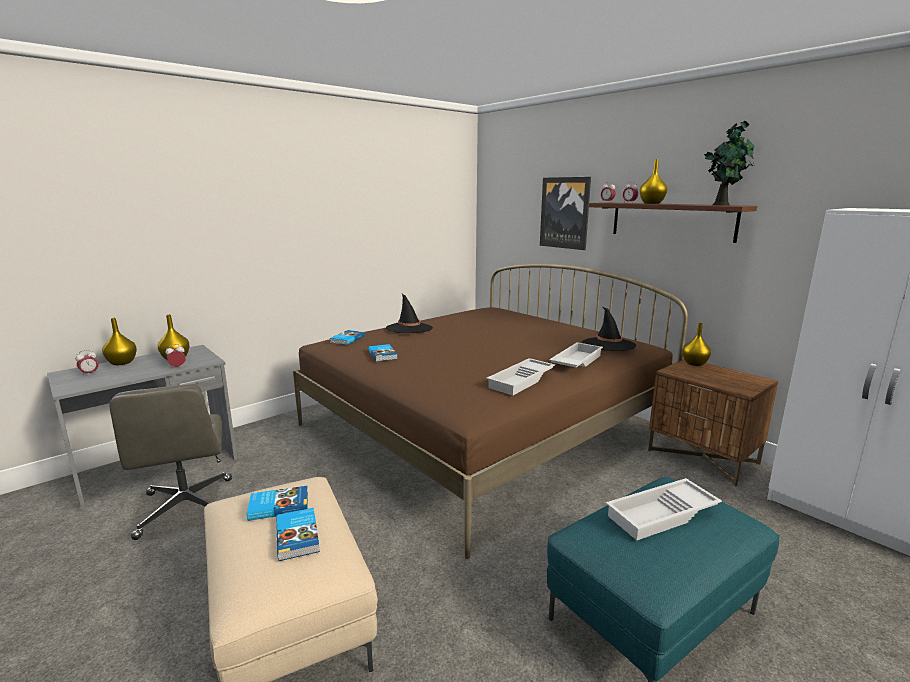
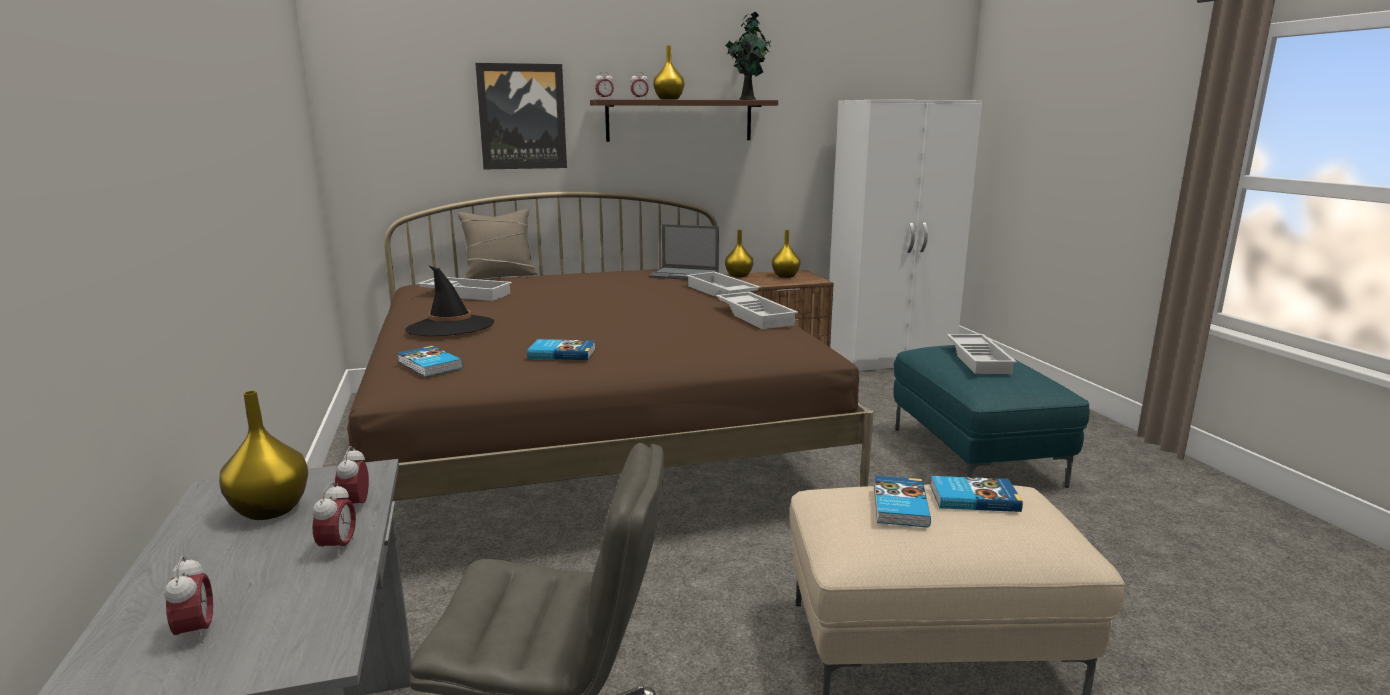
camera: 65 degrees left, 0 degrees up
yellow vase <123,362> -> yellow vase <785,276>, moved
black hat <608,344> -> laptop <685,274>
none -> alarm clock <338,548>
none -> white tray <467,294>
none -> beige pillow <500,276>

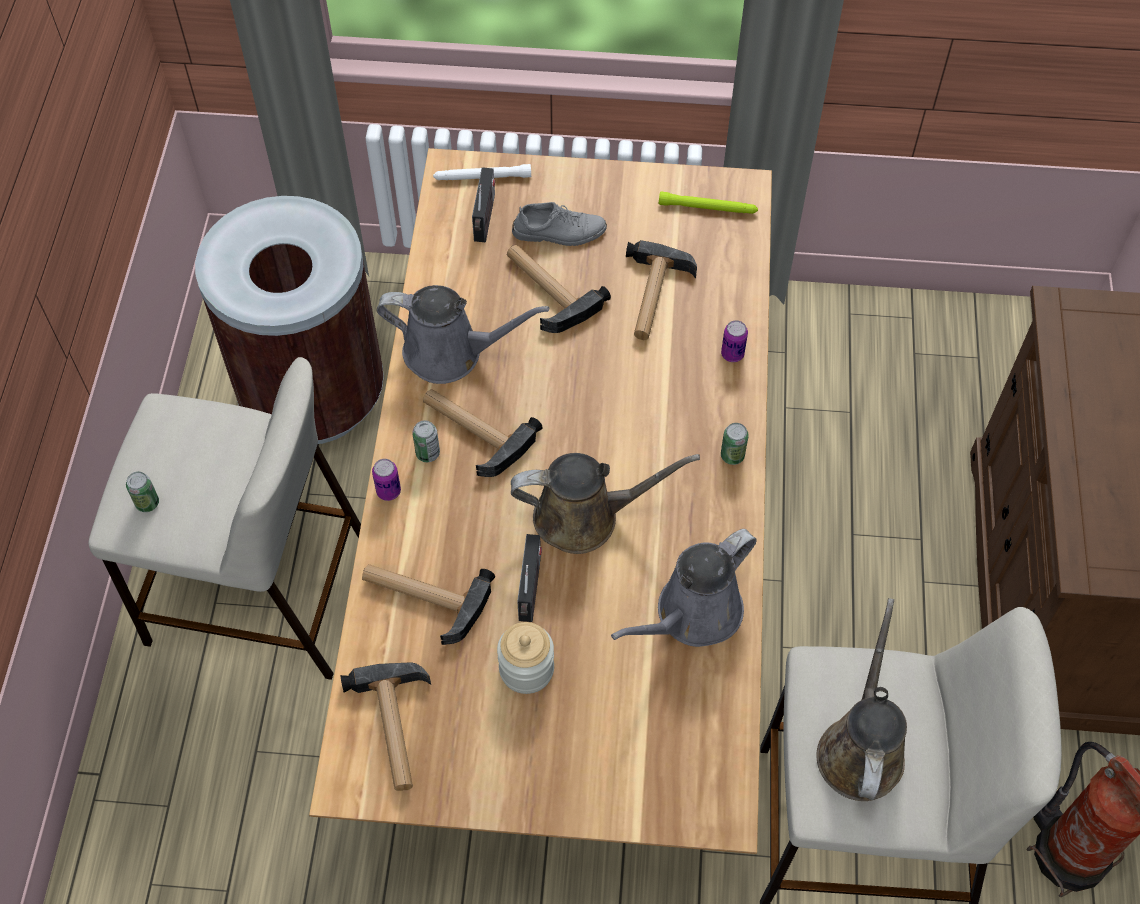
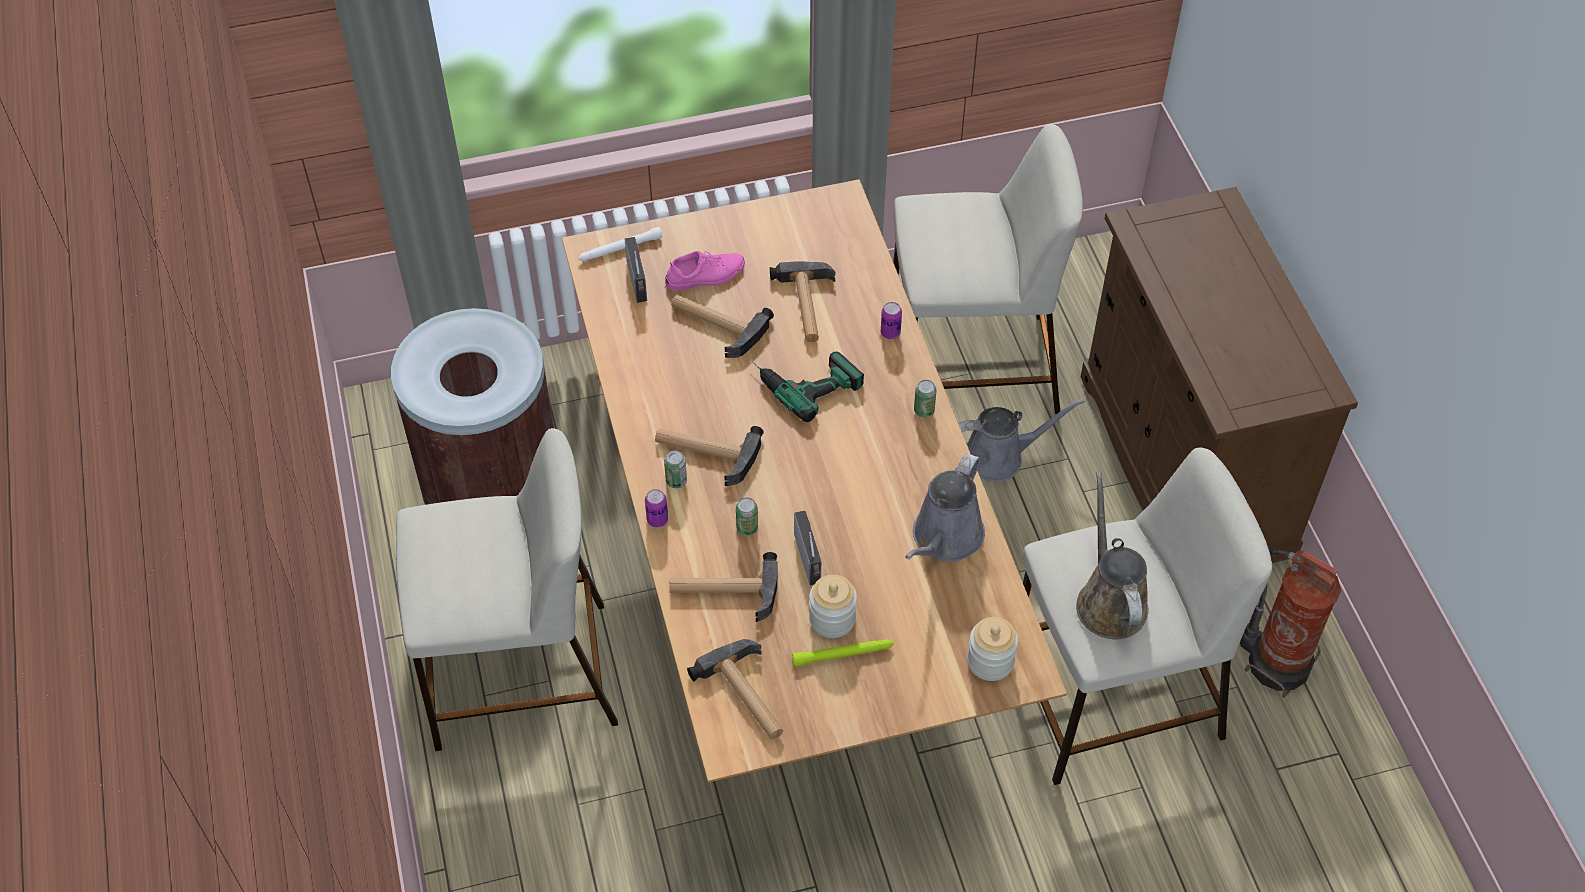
camera: 20 degrees left, 5 degrees down
can <147,503> -> can <747,528>, moved
grey watering can <451,353> -> grey watering can <999,457>, moved
brown watering can <585,517> -> none
grey shoe <559,232> -> pink shoe <705,276>
green flashlight <708,208> -> green flashlight <843,654>, moved
none -> power drill <803,378>
none -> beige stool <969,368>
none -> jar <990,661>

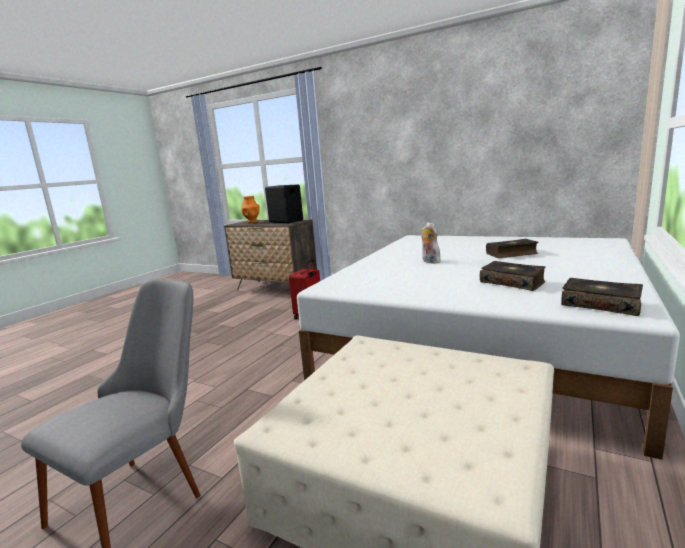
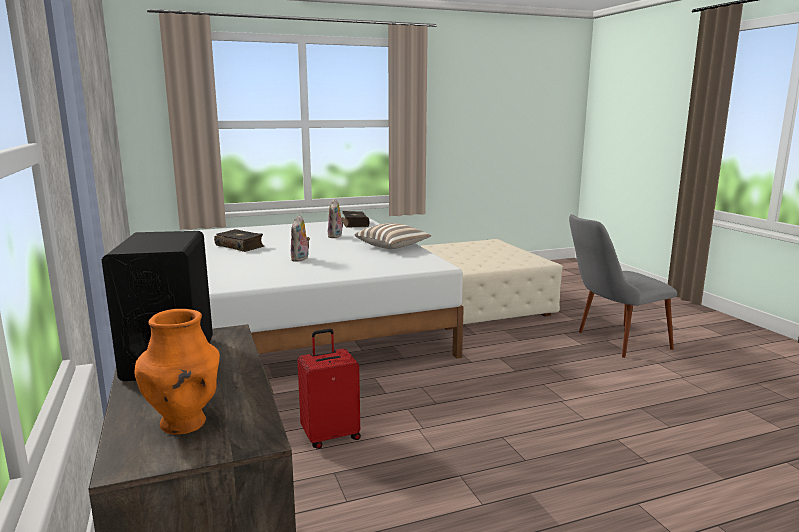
camera: 140 degrees left, 0 degrees up
book <512,282> -> plush toy <336,236>
none -> pillow <393,246>

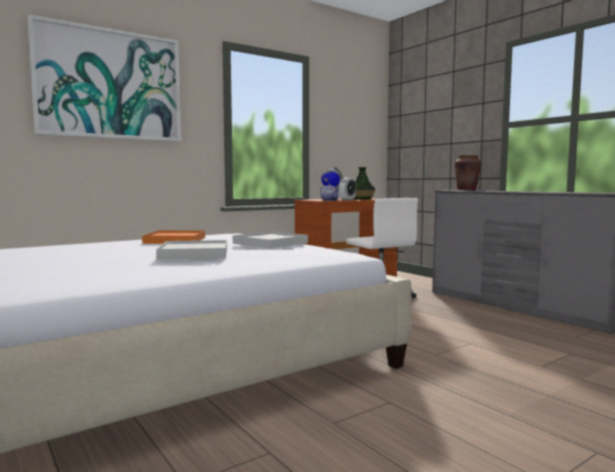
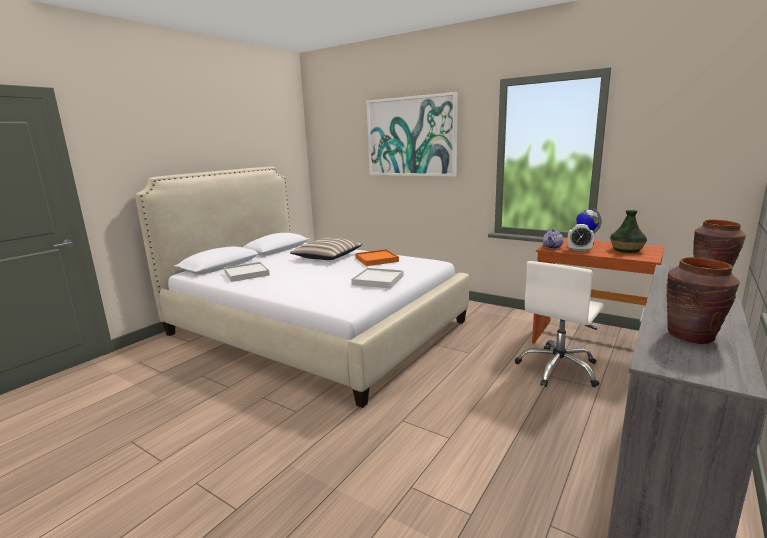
camera: 70 degrees right, 10 degrees up
white tray <194,254> -> white tray <247,274>, moved
none -> pillow <327,256>
none -> brown vase <691,336>

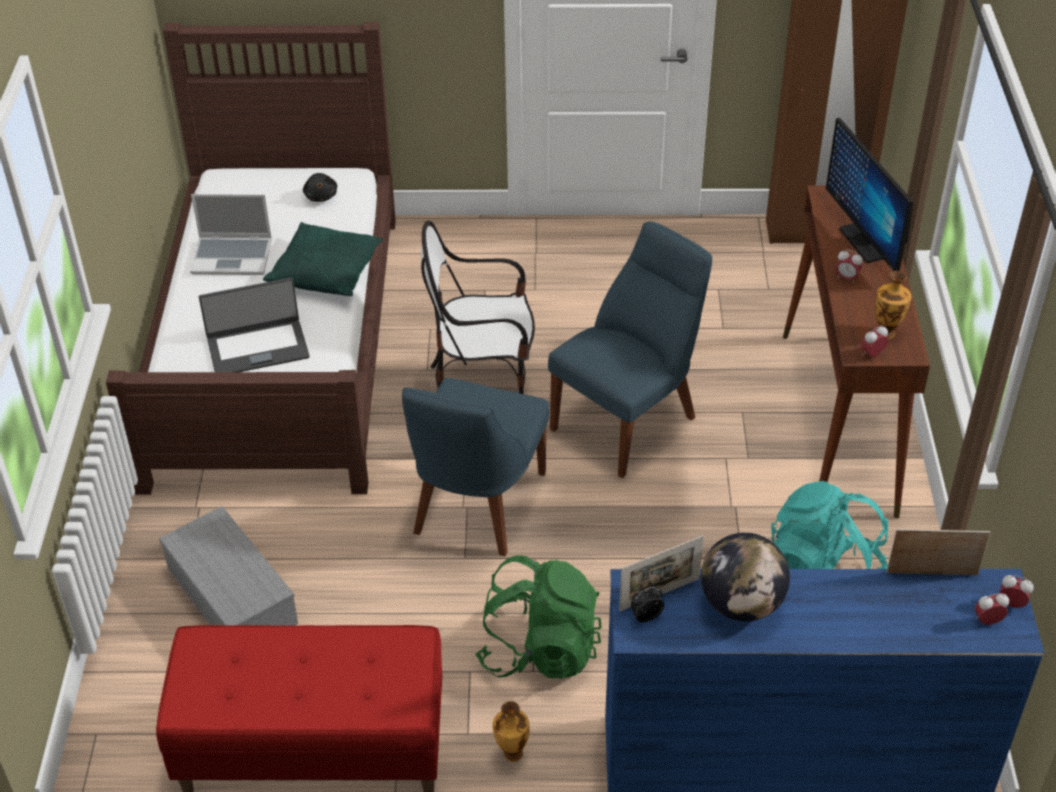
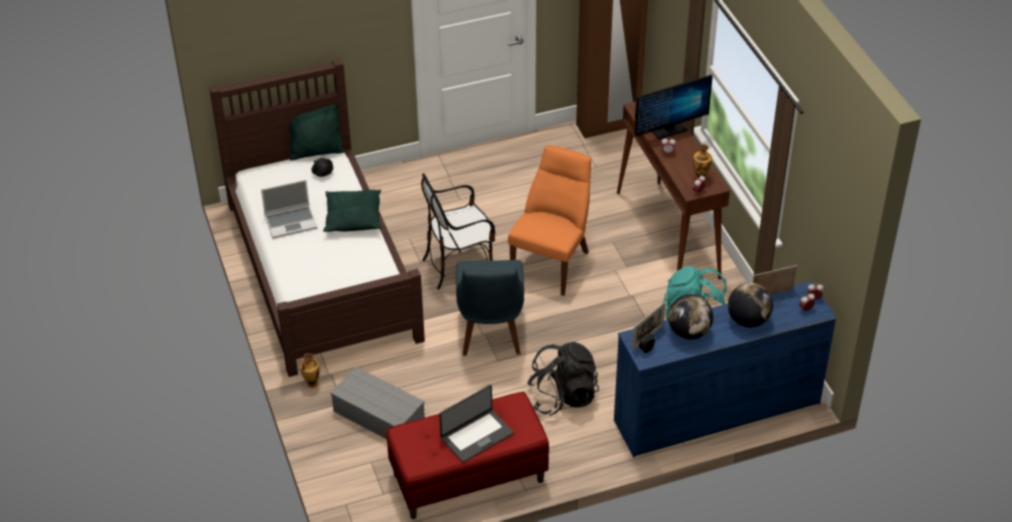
camera: 20 degrees left, 0 degrees up
laptop <257,348> -> laptop <476,435>, moved
green backpack <539,649> -> black backpack <563,396>
vase <511,753> -> vase <312,384>, moved
blue chair <629,420> -> orange chair <552,263>
monitor <866,242> -> monitor <669,130>, 75 degrees counterclockwise
none -> green pillow <316,152>
none -> globe <748,320>

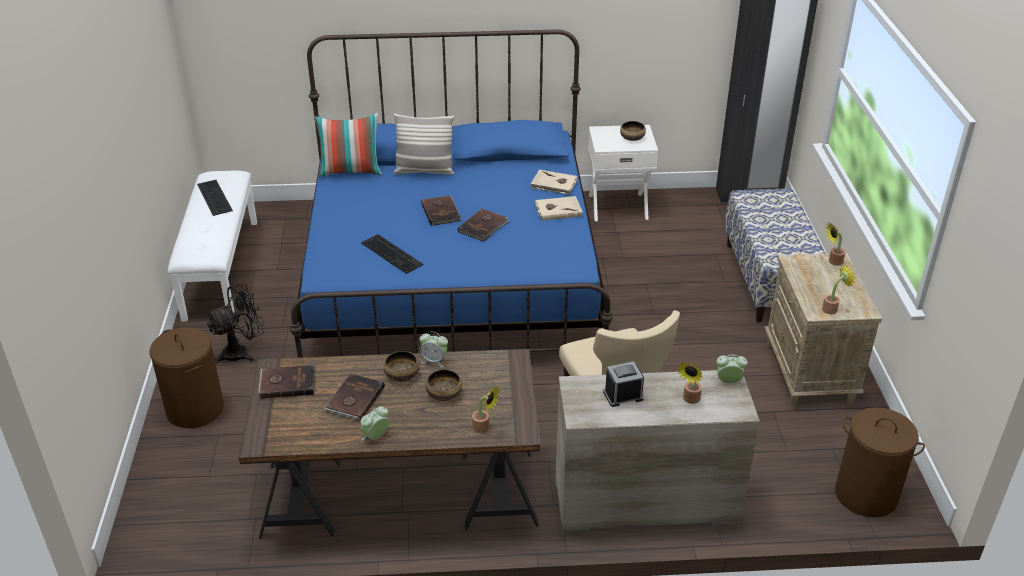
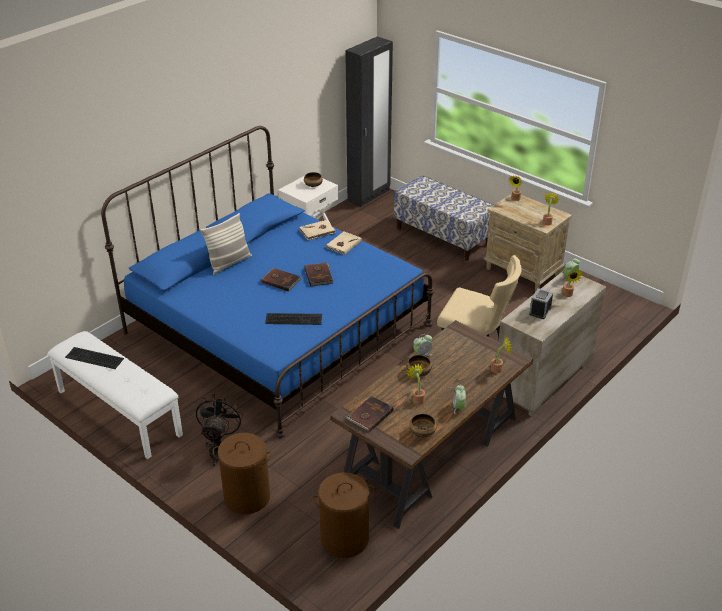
camera: 45 degrees left, 0 degrees up
pillow <350,171> -> none
brown book <354,399> -> potted plant <417,399>
bowl <444,393> -> bowl <422,431>, moved
brown laundry basket <865,494> -> brown laundry basket <344,539>, moved

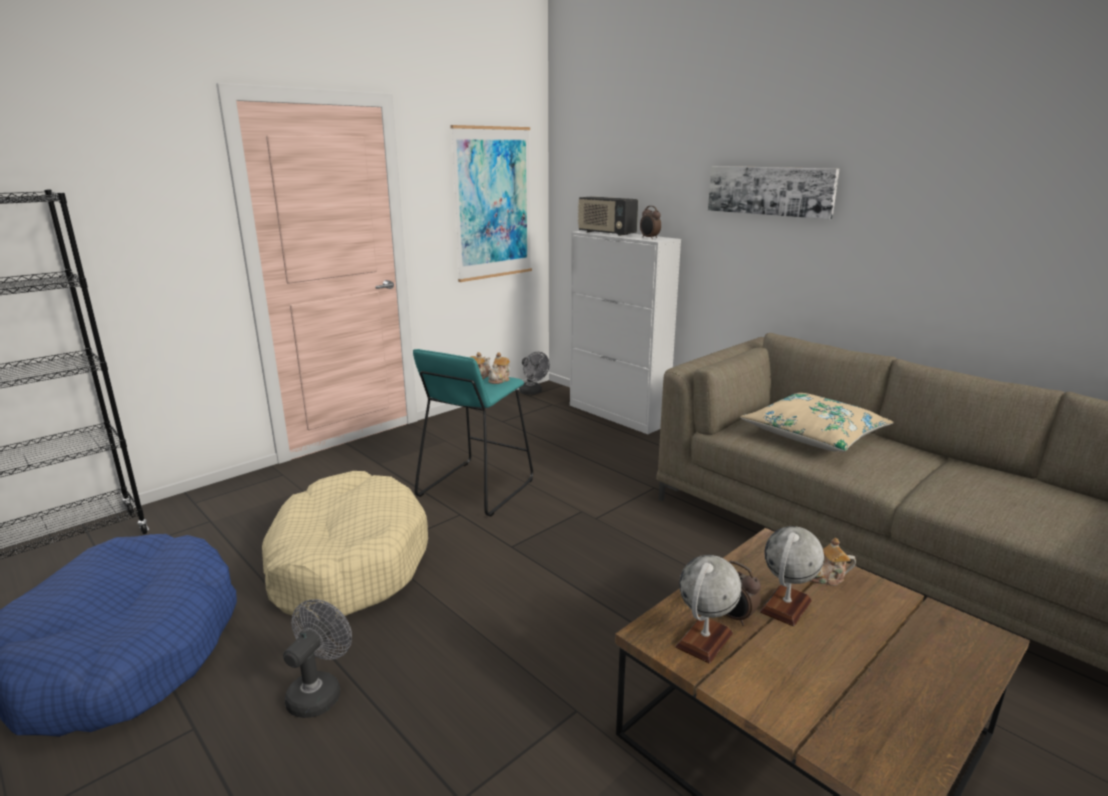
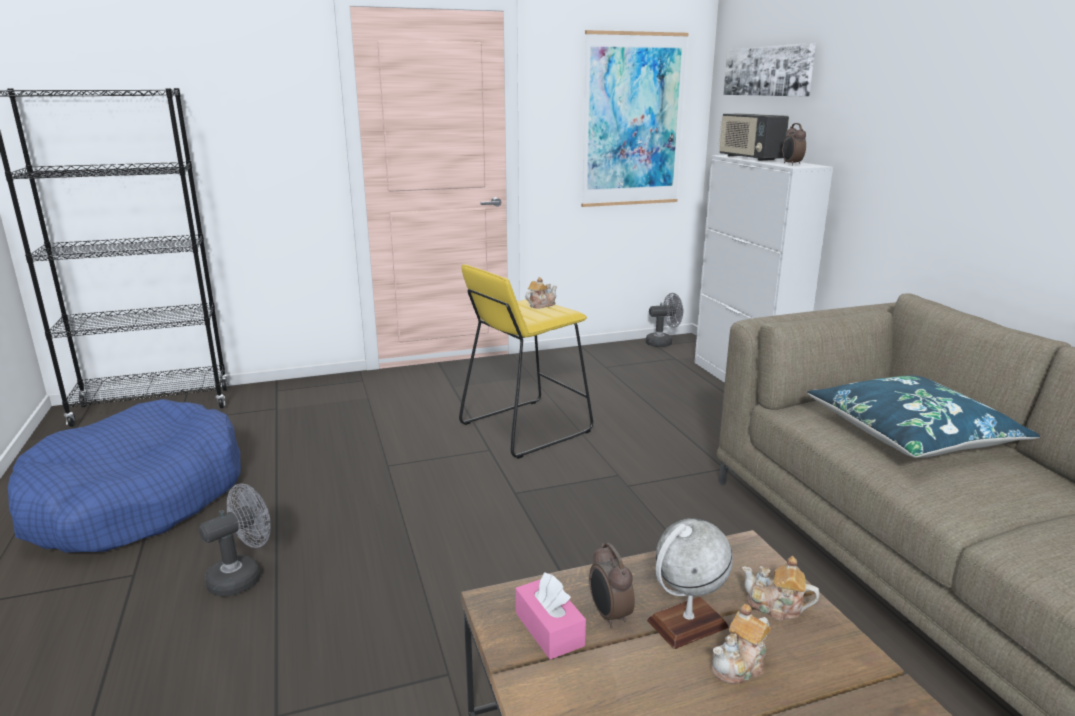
camera: 25 degrees right, 0 degrees up
beige dog bed <347,562> -> none
turquoise stool <475,488> -> yellow stool <525,427>
teapot <499,380> -> teapot <740,665>, moved
grey fan <533,392> -> grey fan <663,343>, 90 degrees counterclockwise
globe <704,640> -> pink tissue box <549,629>
picture <770,191> -> picture <768,71>, moved
beige pillow <814,435> -> blue pillow <911,434>

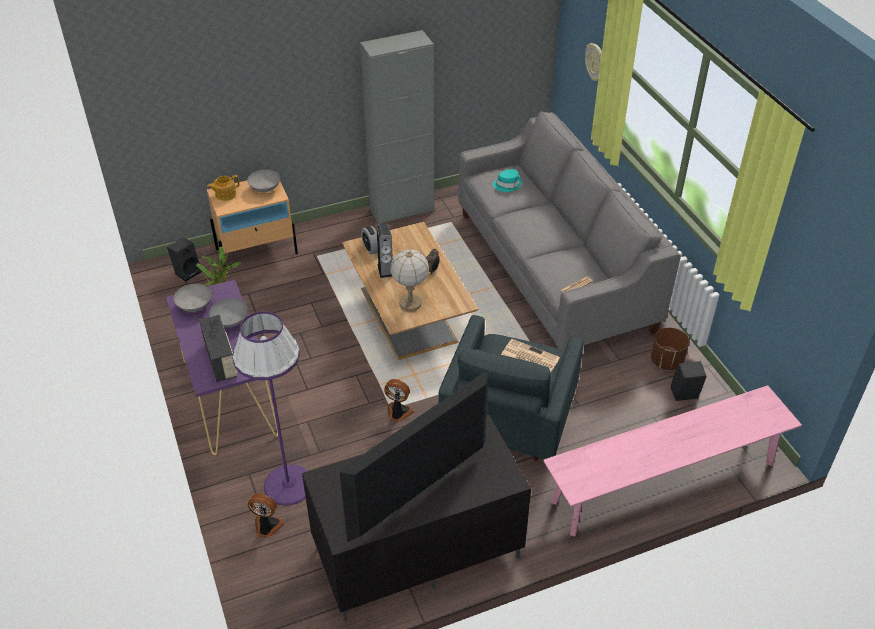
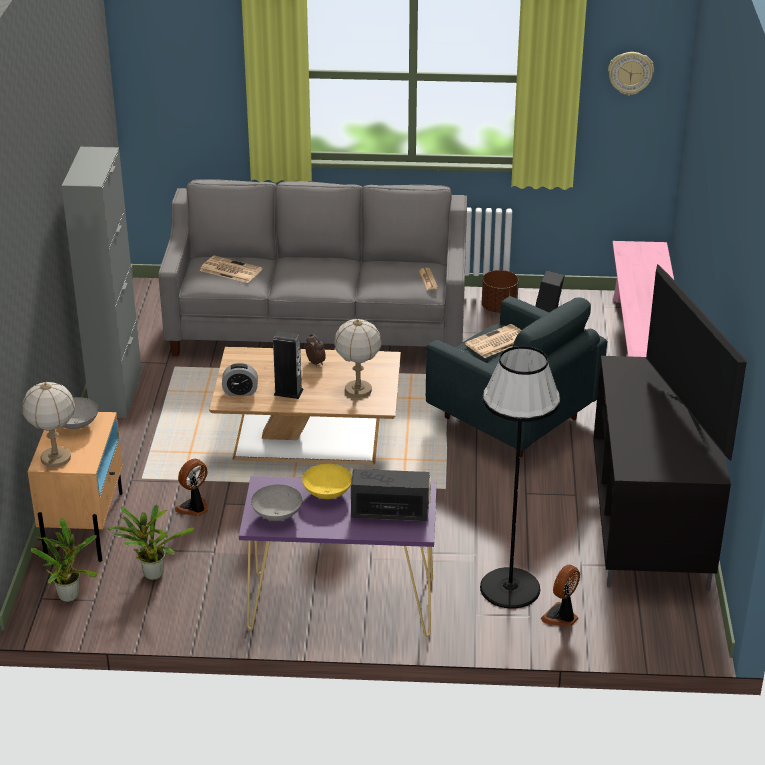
camera: 65 degrees left, 10 degrees down
black speaker <187,272> -> potted plant <69,594>
teapot <225,194> -> table lamp <55,458>
grey bowl <230,321> -> yellow bowl <326,493>
purple floor lamp <288,485> -> black floor lamp <510,588>
fan <398,413> -> fan <194,508>, moved
turquoise hat <507,184> -> newspaper <229,270>
wall clock <596,62> -> wall clock <630,73>, moved

